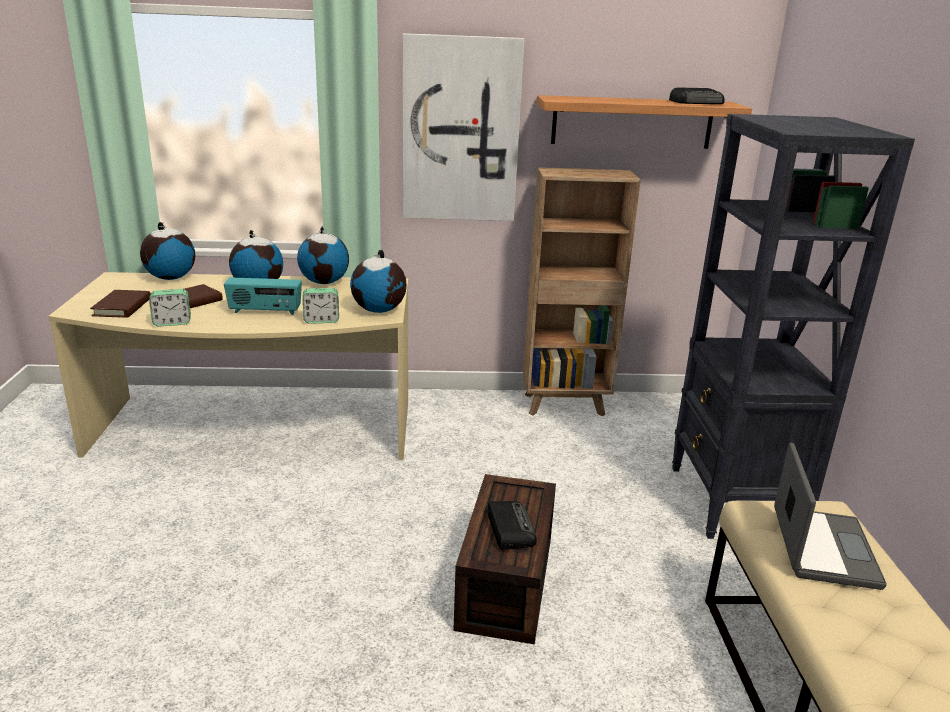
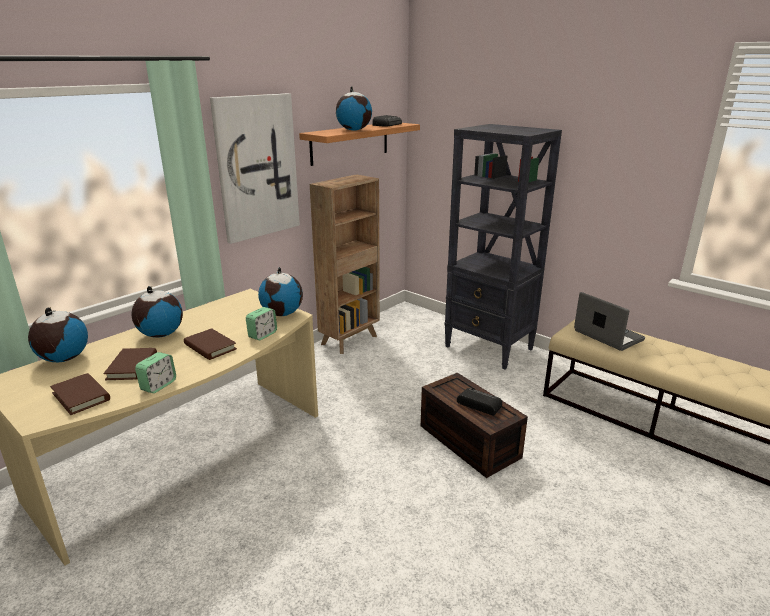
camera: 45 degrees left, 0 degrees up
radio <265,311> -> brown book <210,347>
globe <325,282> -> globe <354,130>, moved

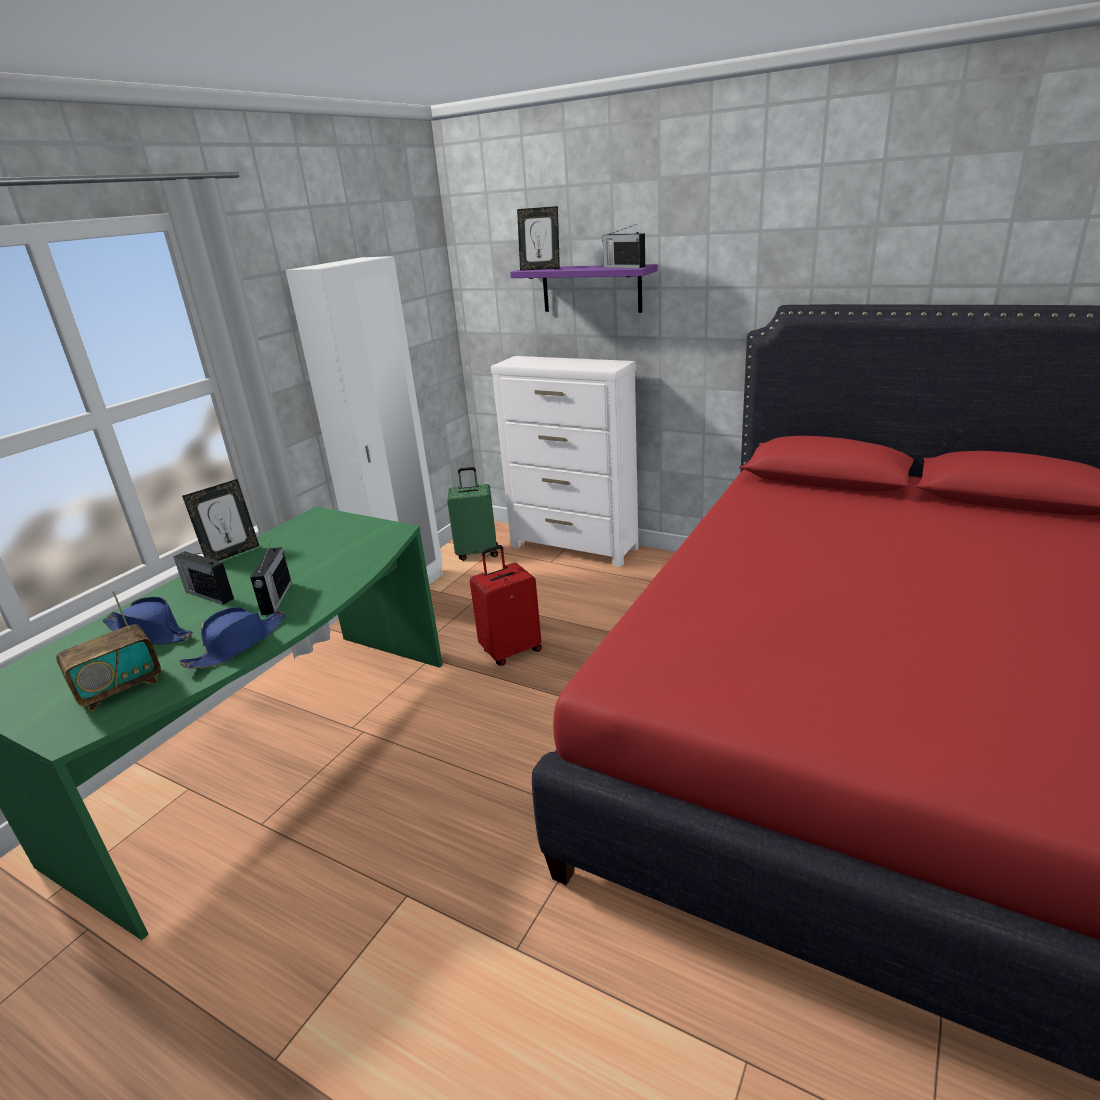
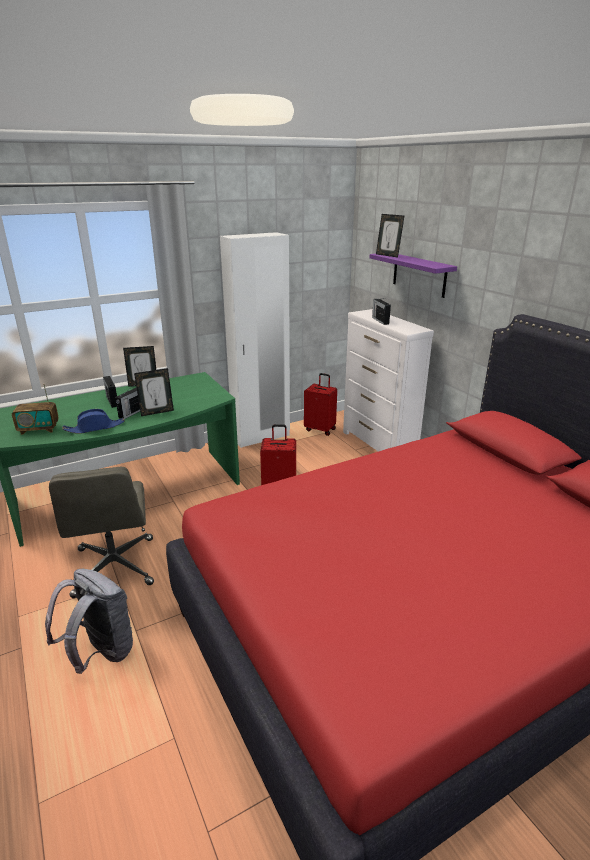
camera: 30 degrees right, 0 degrees up
blue hat <150,633> -> none
green suitcase <477,552> -> red suitcase <320,429>
radio <623,267> -> radio <380,320>, moved
none -> grey backpack <100,653>
none -> grey office chair <115,567>
none -> picture frame <157,412>

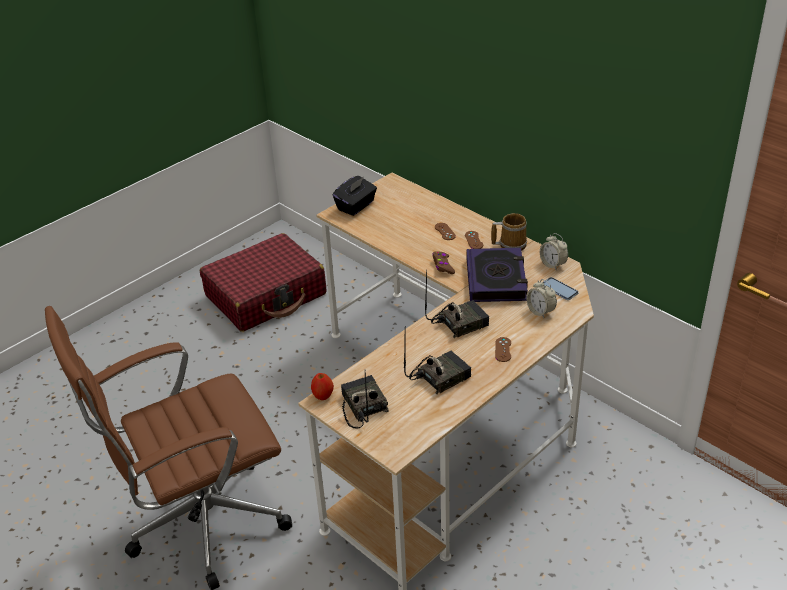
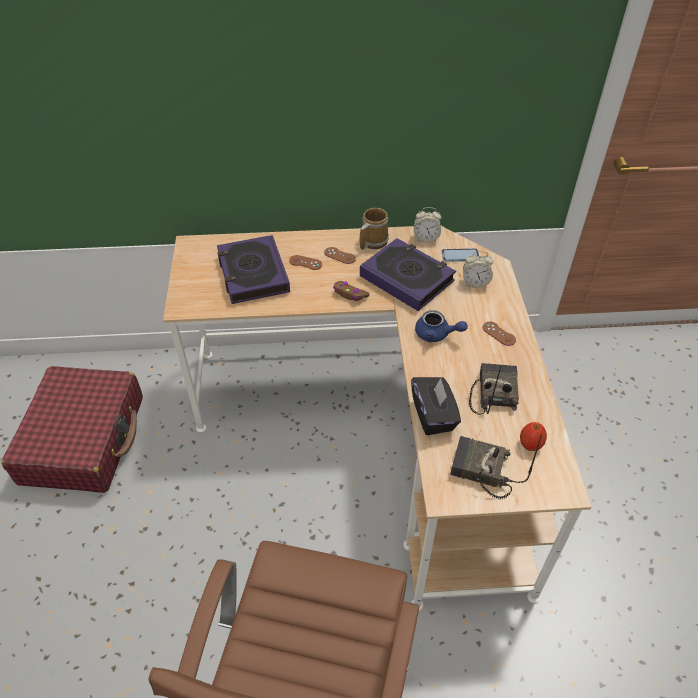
camera: 50 degrees left, 10 degrees up
apple <323,395> -> apple <530,444>, moved
black tissue box <356,206> -> black tissue box <433,415>, moved
radio <460,322> -> blue teapot <436,334>
none -> book <253,274>

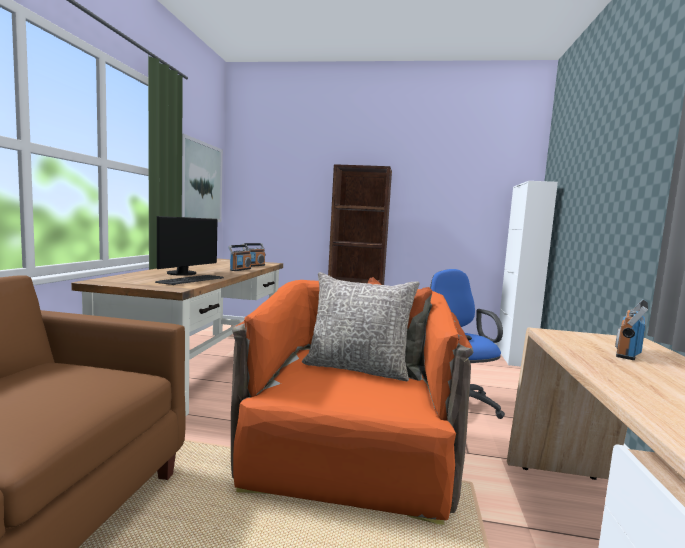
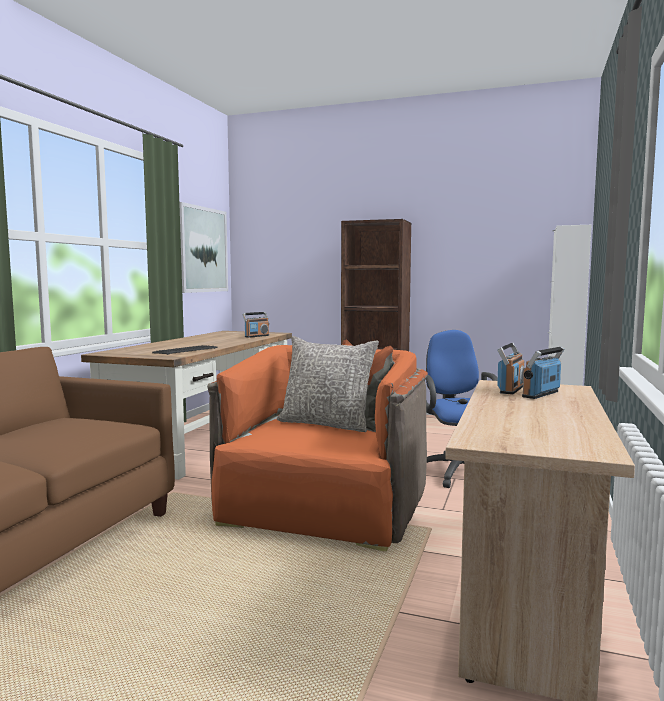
camera: 10 degrees right, 0 degrees up
monitor <184,273> -> none
radio <240,269> -> radio <511,389>, moved

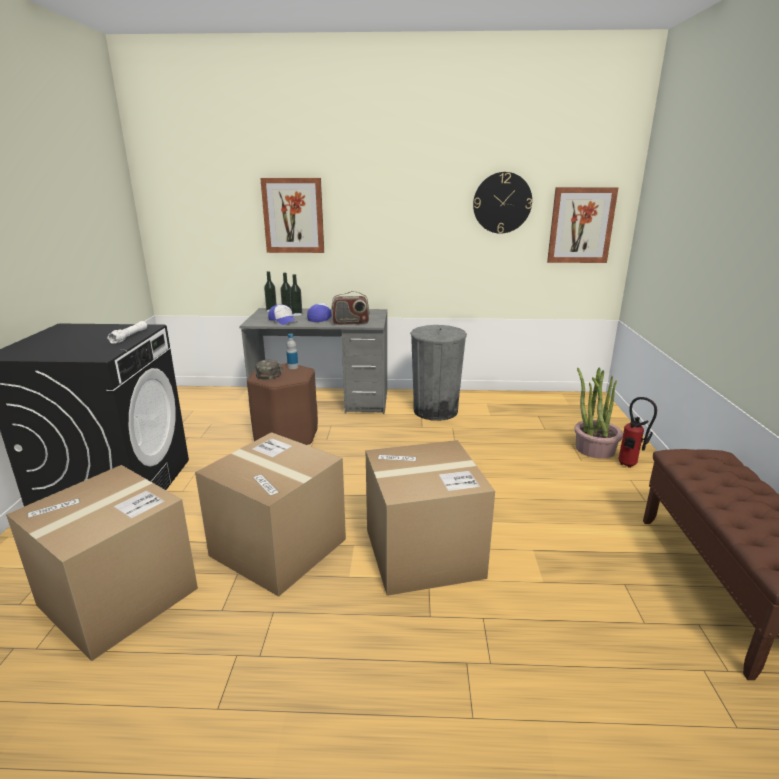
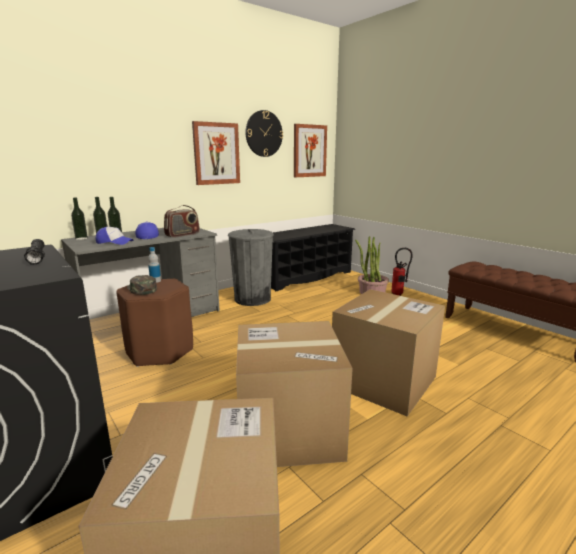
camera: 40 degrees left, 5 degrees down
white flashlight <129,337> -> black flashlight <37,257>
picture <293,215> -> picture <216,153>, moved
none -> black shoe rack <305,277>

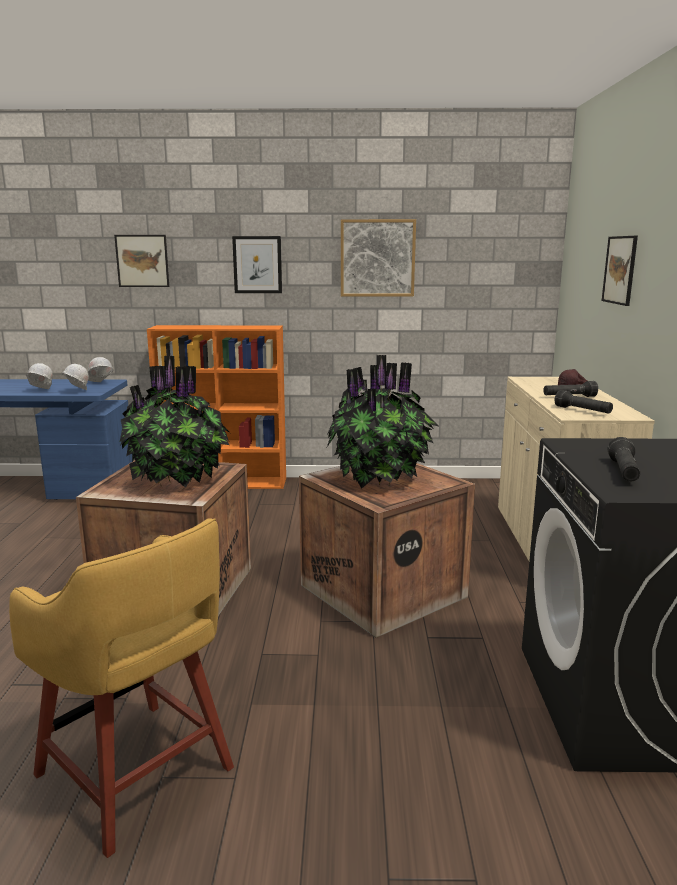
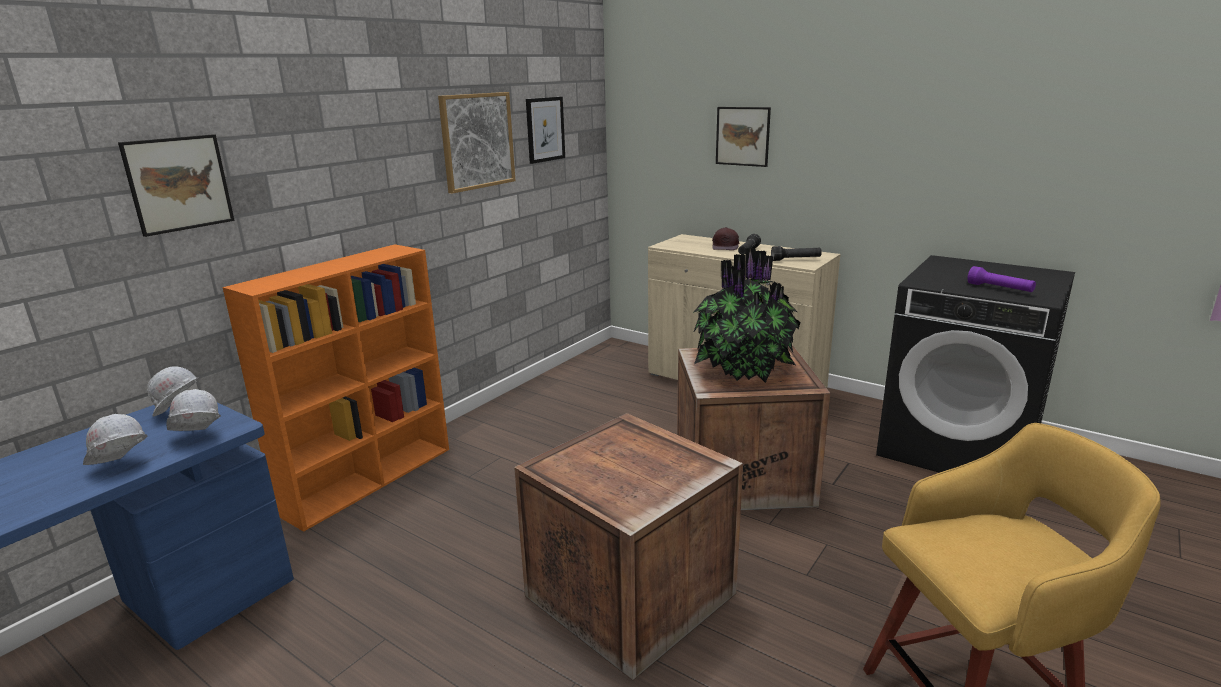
camera: 55 degrees left, 5 degrees up
potted plant <179,480> -> none
picture <257,264> -> picture <545,129>, moved
black flashlight <624,472> -> purple flashlight <999,289>

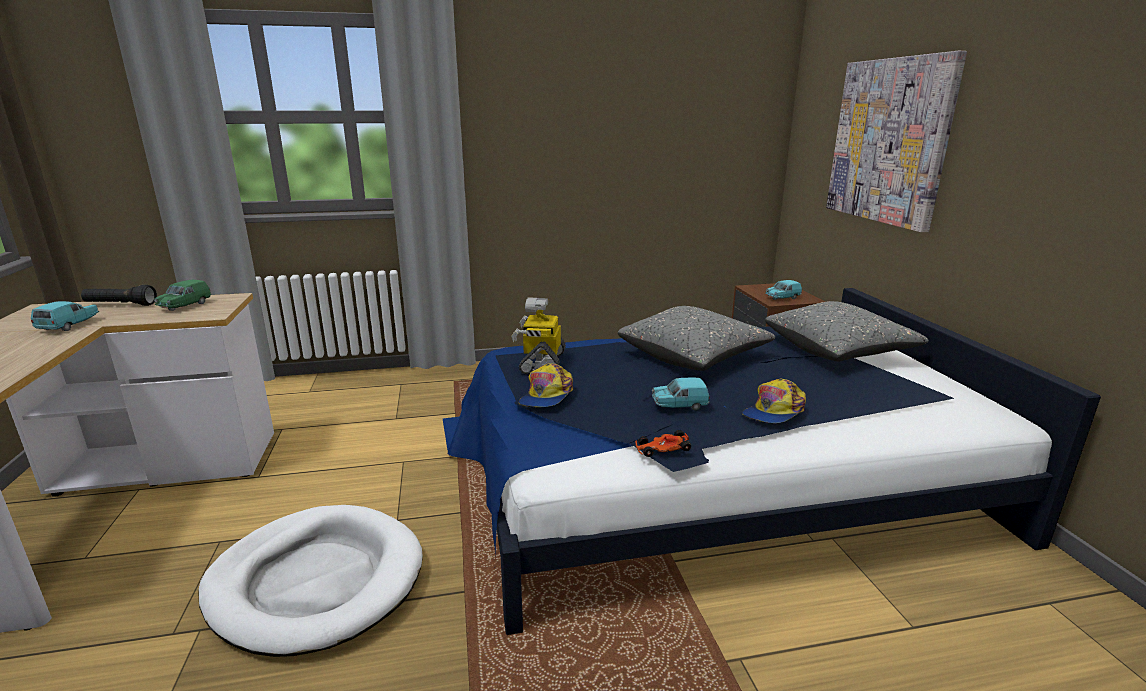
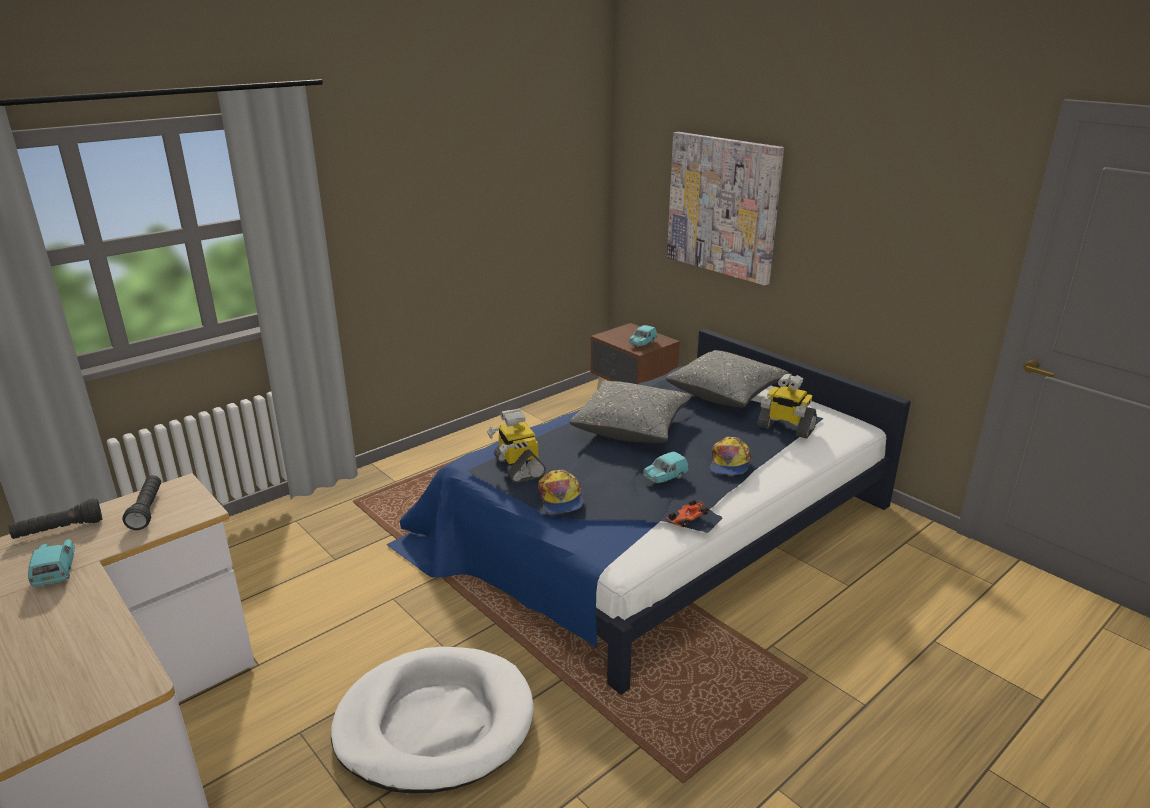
camera: 30 degrees left, 5 degrees up
green toy car <185,306> -> black flashlight <147,510>
none -> toy robot <785,428>

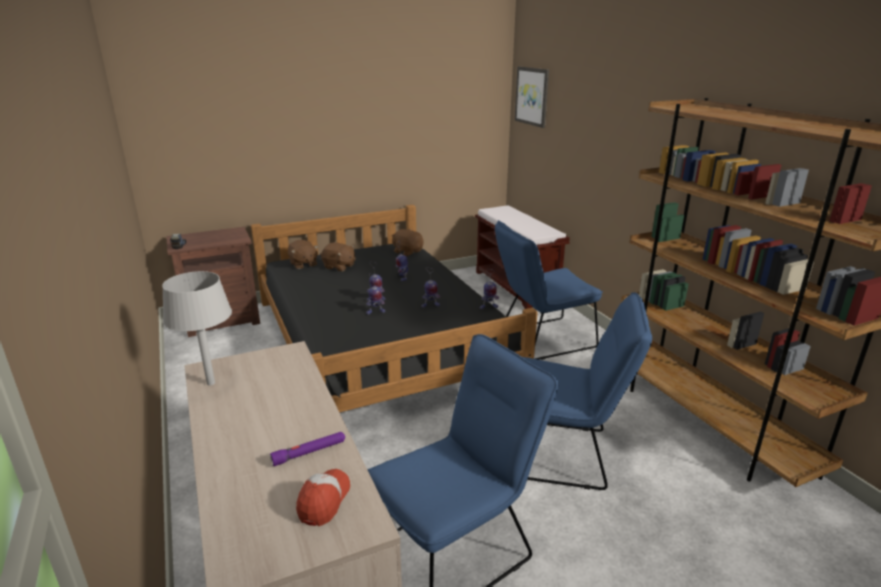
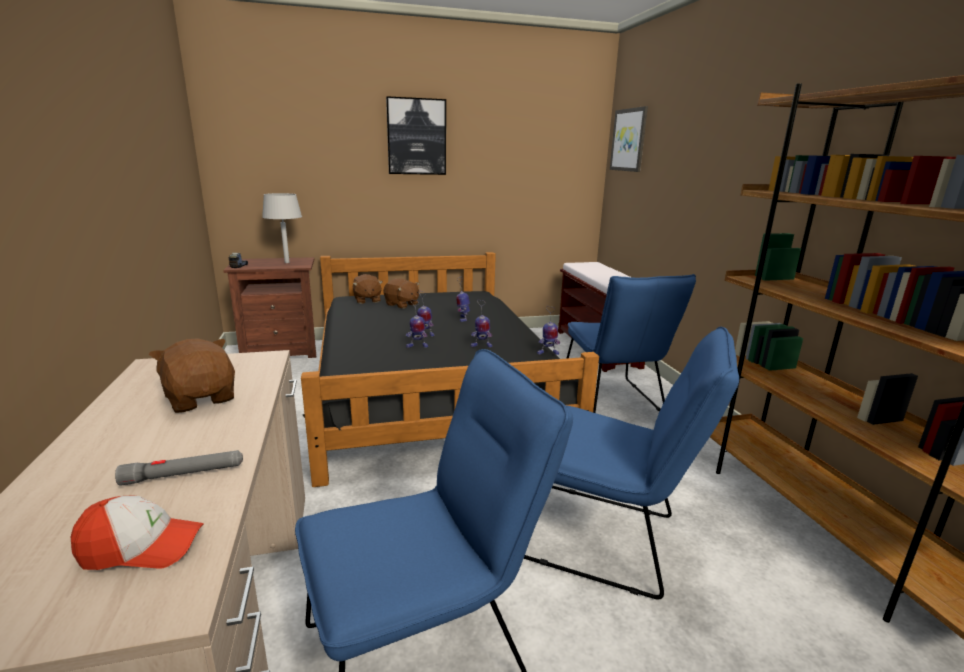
camera: 10 degrees right, 5 degrees down
grey table lamp <210,383> -> grey table lamp <287,262>, moved
purple flashlight <309,452> -> grey flashlight <184,474>
cap <324,501> -> cap <142,548>, 60 degrees clockwise
brown plush toy <407,252> -> brown plush toy <201,398>, moved
blue chair <541,340> -> blue chair <613,403>, 90 degrees counterclockwise
none -> picture <416,137>

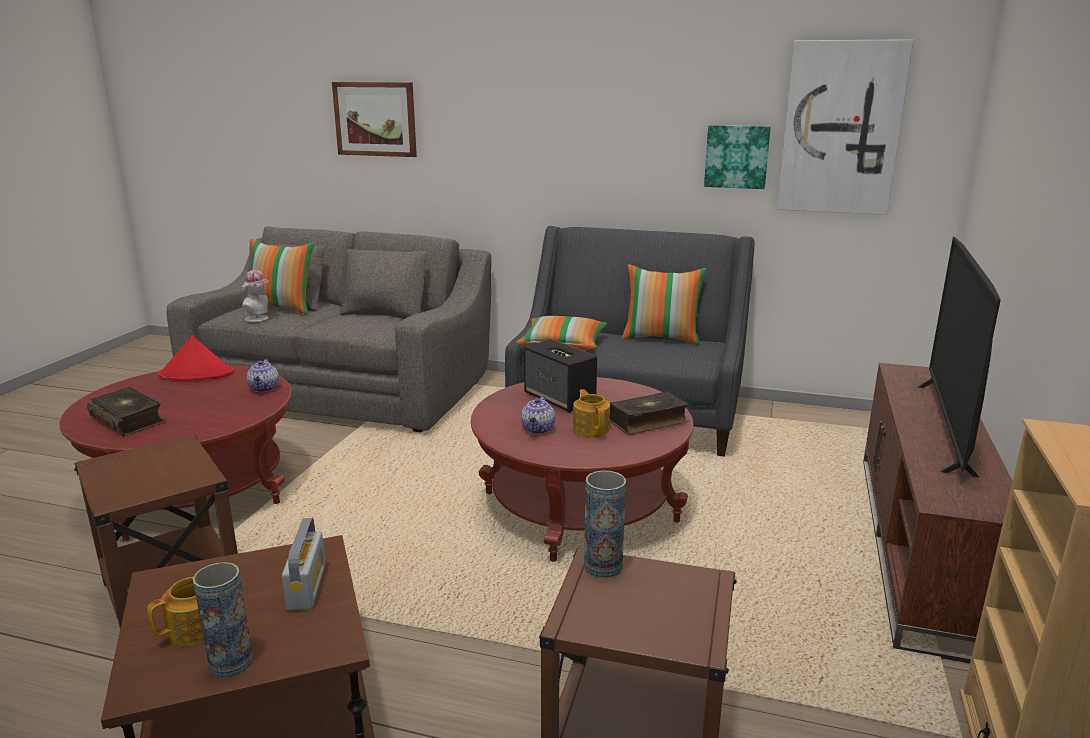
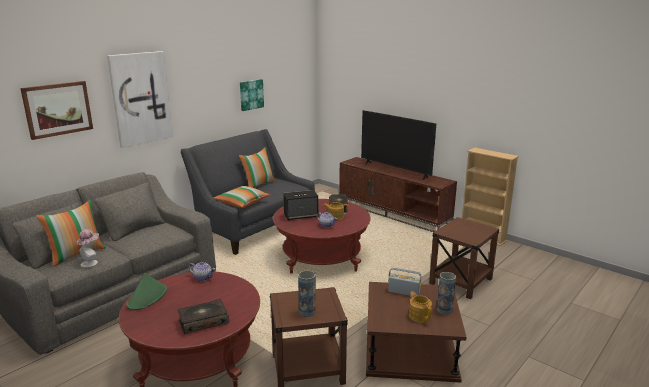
camera: 65 degrees left, 0 degrees up
red hat <197,374> -> green hat <147,297>
vase <603,566> -> vase <307,312>, moved
picture <841,128> -> picture <141,98>, moved

